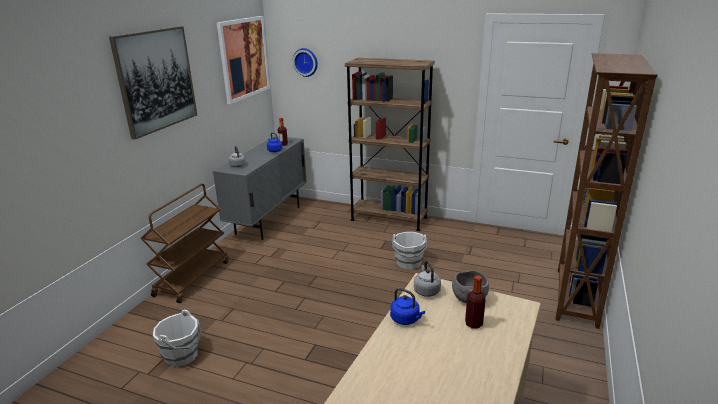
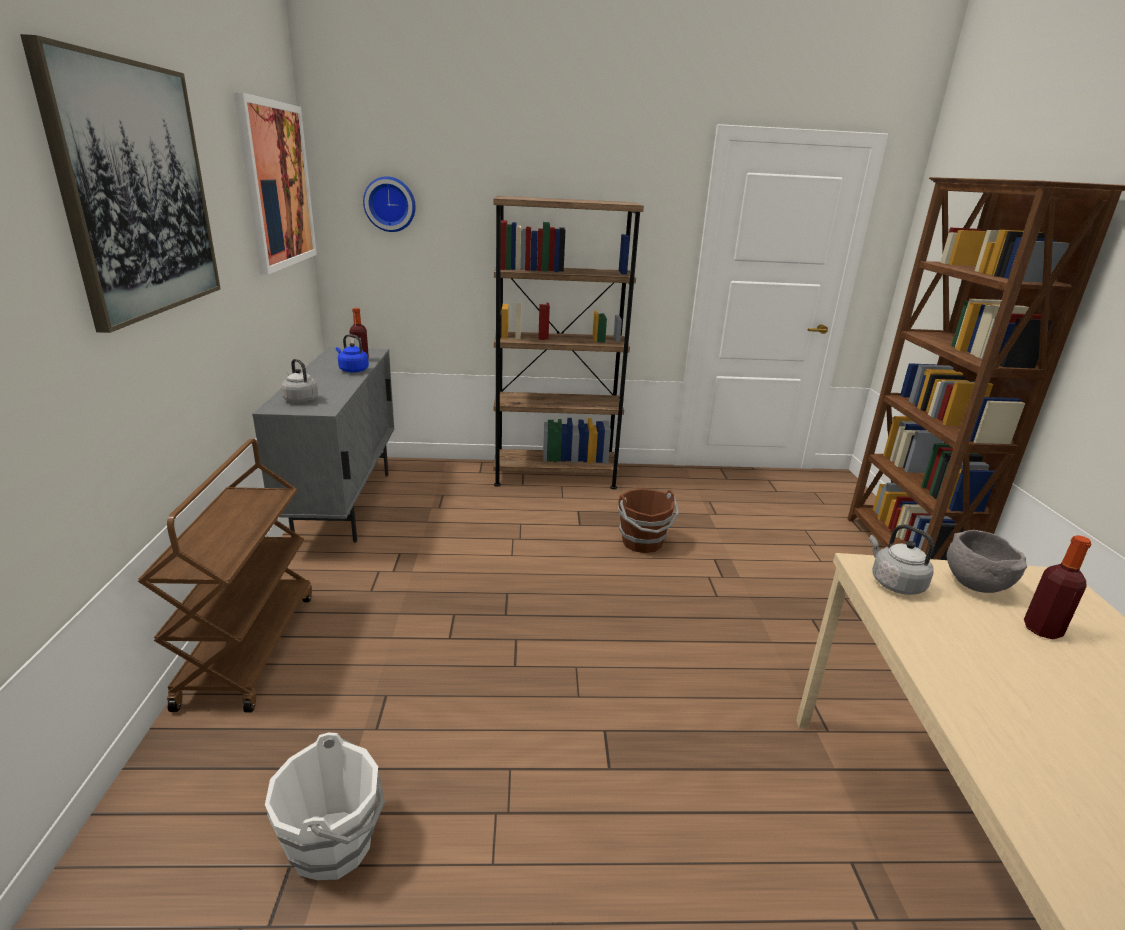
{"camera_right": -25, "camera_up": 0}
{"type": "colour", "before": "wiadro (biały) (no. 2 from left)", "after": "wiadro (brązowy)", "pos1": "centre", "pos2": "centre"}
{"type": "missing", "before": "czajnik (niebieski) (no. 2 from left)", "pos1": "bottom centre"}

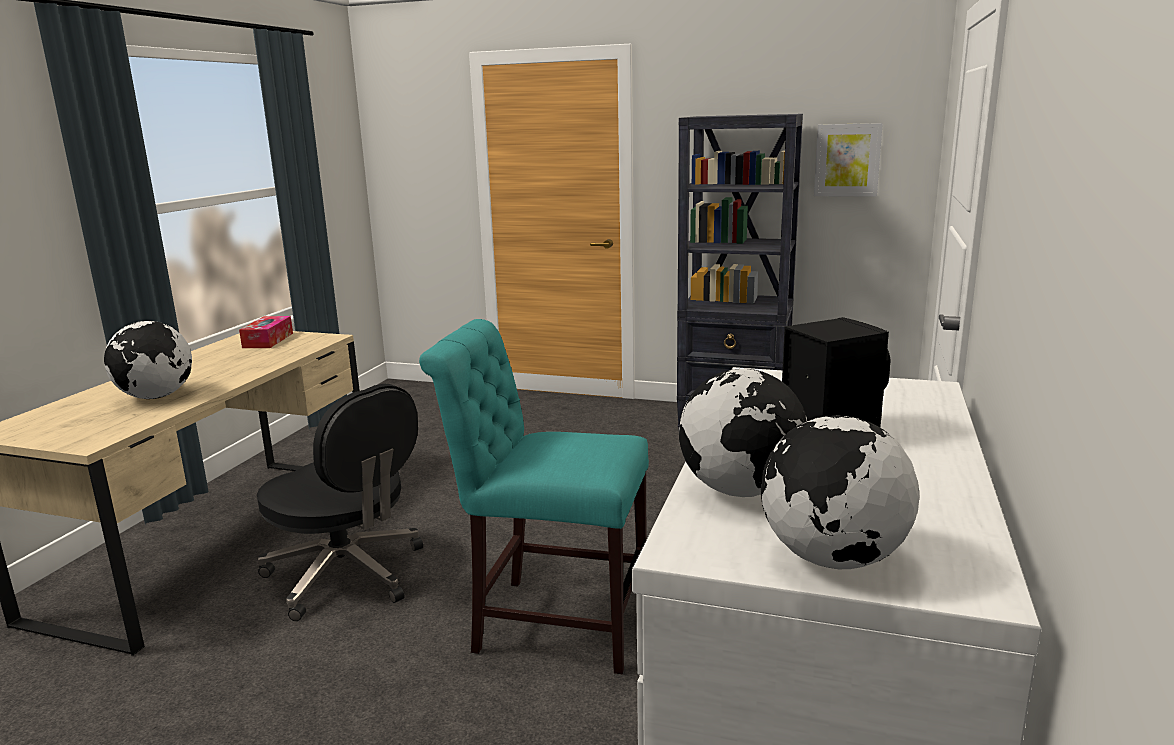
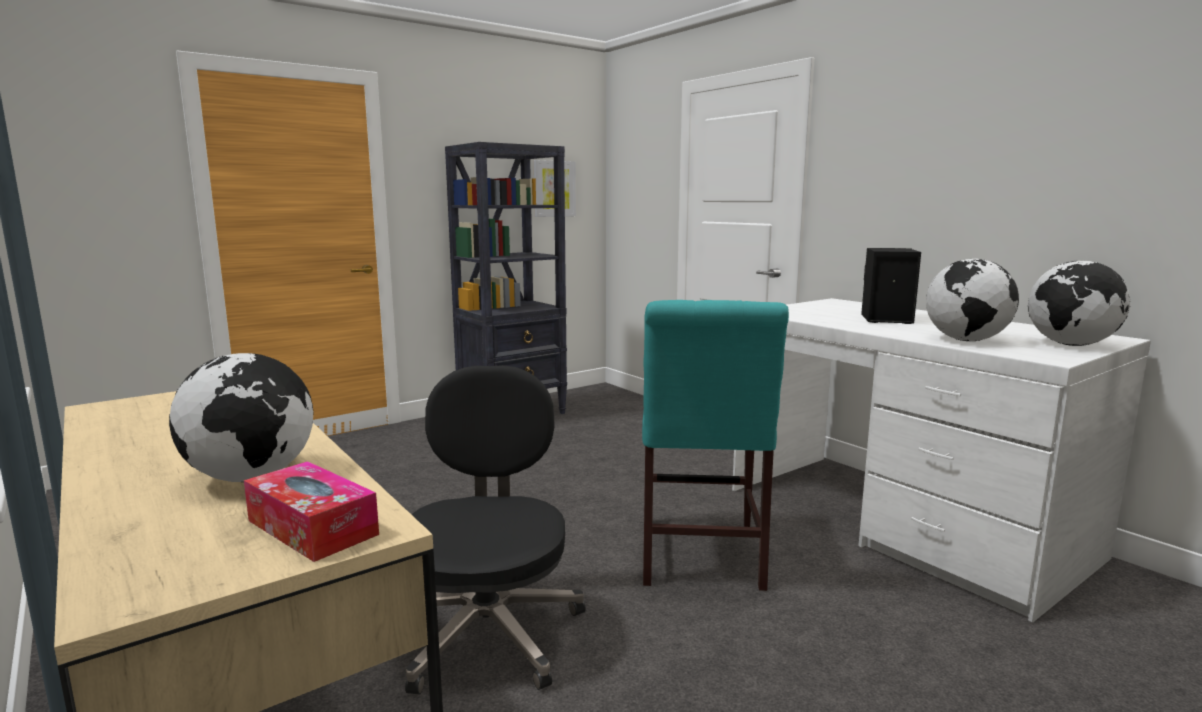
{"camera_right": -55, "camera_up": -5}
{"type": "relocated", "before": "pudełko chusteczek", "pos1": "middle left", "pos2": "bottom left"}
{"type": "spun", "before": "krzesło biurowe (czarny)", "pos1": "bottom left", "pos2": "bottom centre", "turn": -75}
{"type": "spun", "before": "krzesło (turkusowy)", "pos1": "centre", "pos2": "centre", "turn": -45}

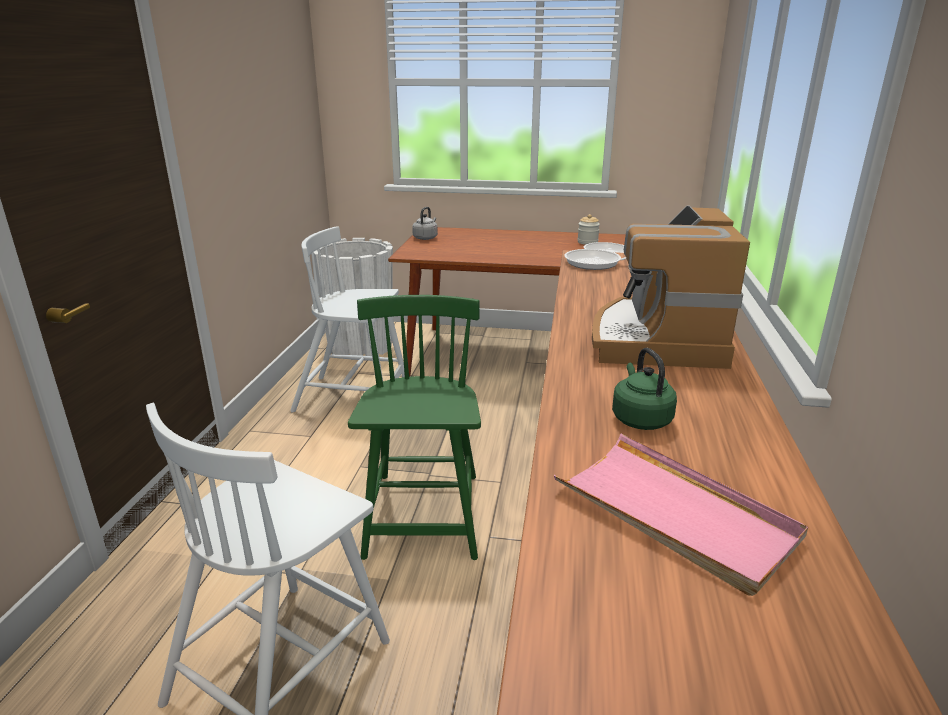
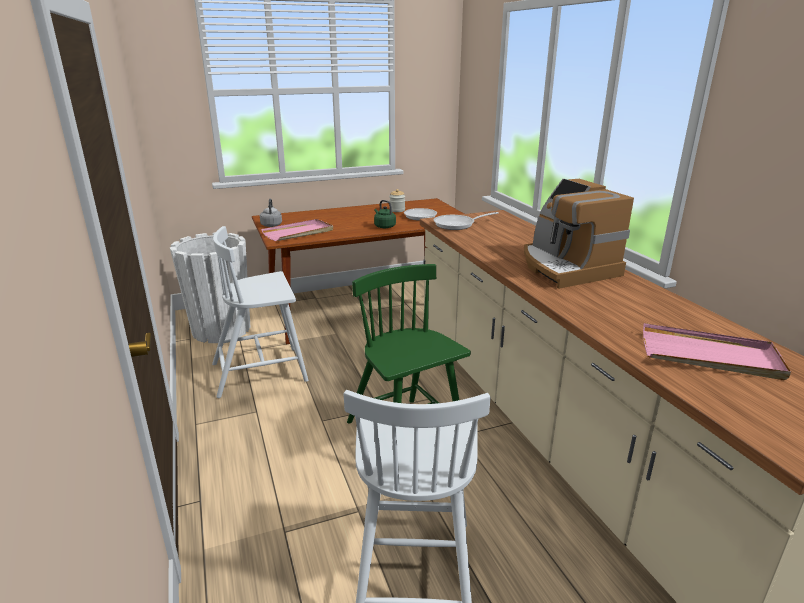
{"camera_right": -30, "camera_up": 0}
{"type": "appeared", "after": "taca (różowy) (no. 1 from left)", "pos2": "centre"}
{"type": "relocated", "before": "czajnik (zielony)", "pos1": "middle right", "pos2": "centre"}

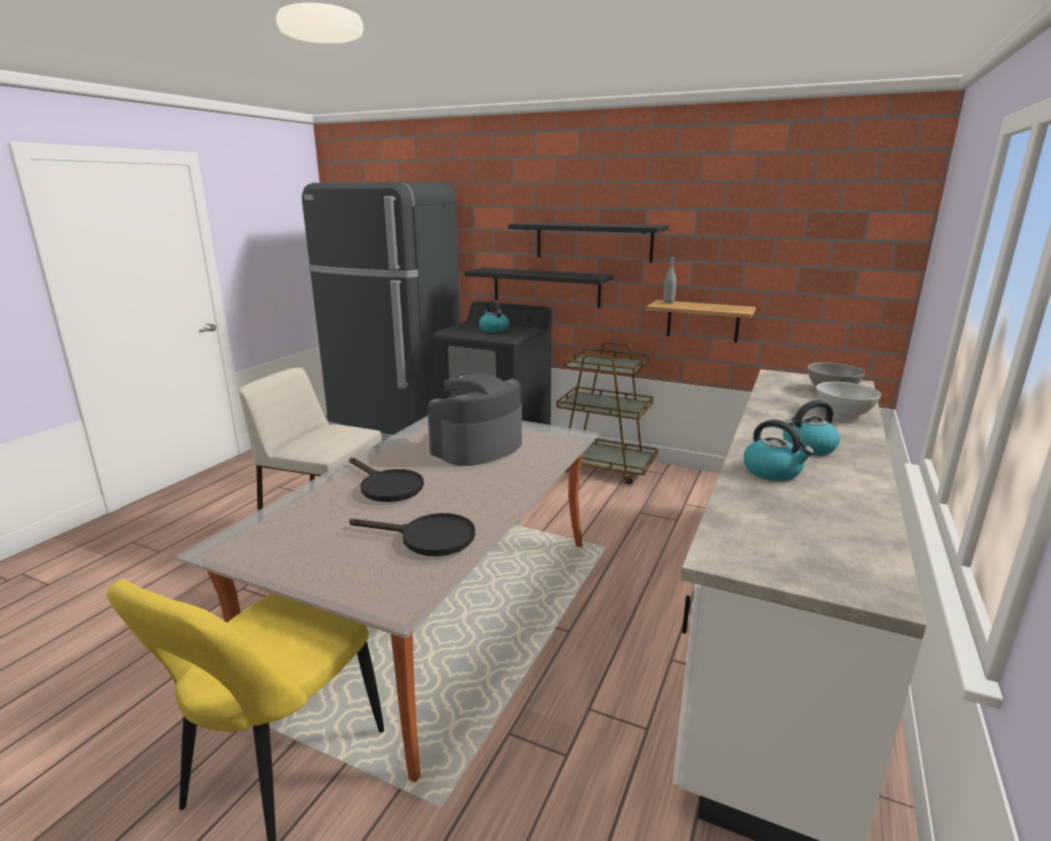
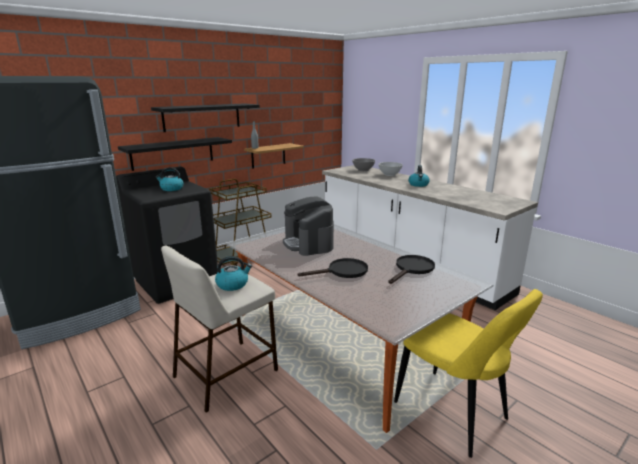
{"camera_right": -65, "camera_up": 0}
{"type": "relocated", "before": "czajnik (no. 2 from left)", "pos1": "middle right", "pos2": "centre"}

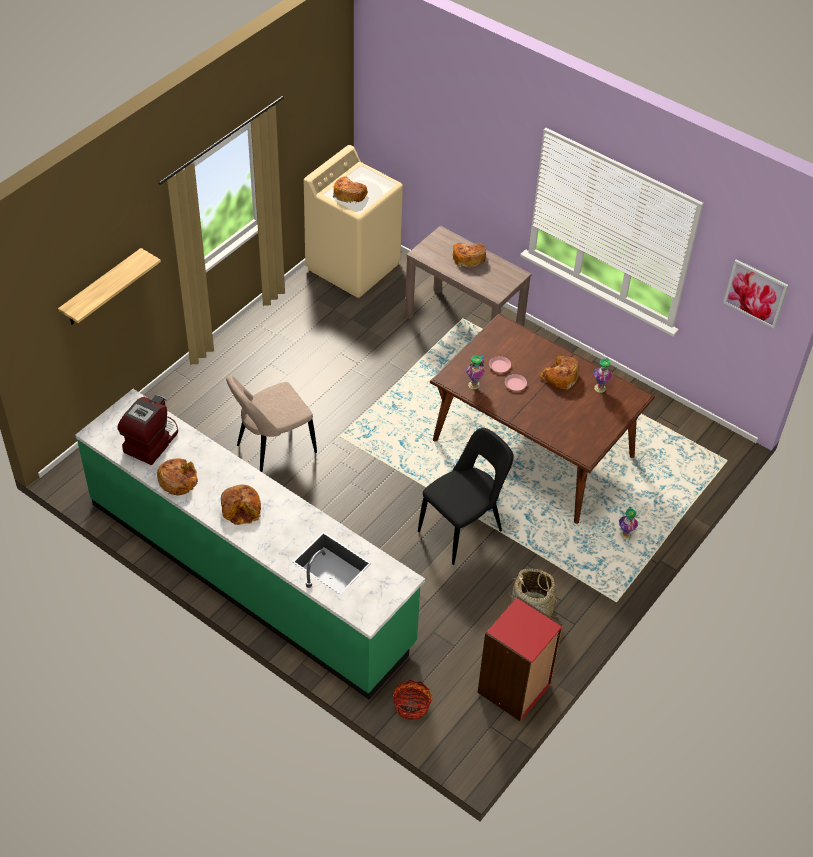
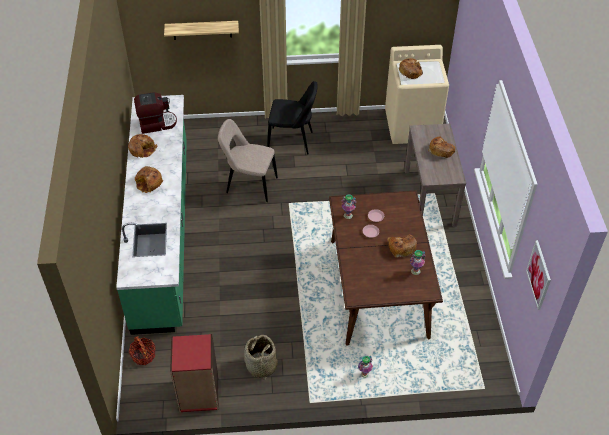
{"camera_right": 50, "camera_up": 0}
{"type": "relocated", "before": "krzesło (czarny)", "pos1": "centre", "pos2": "top centre"}

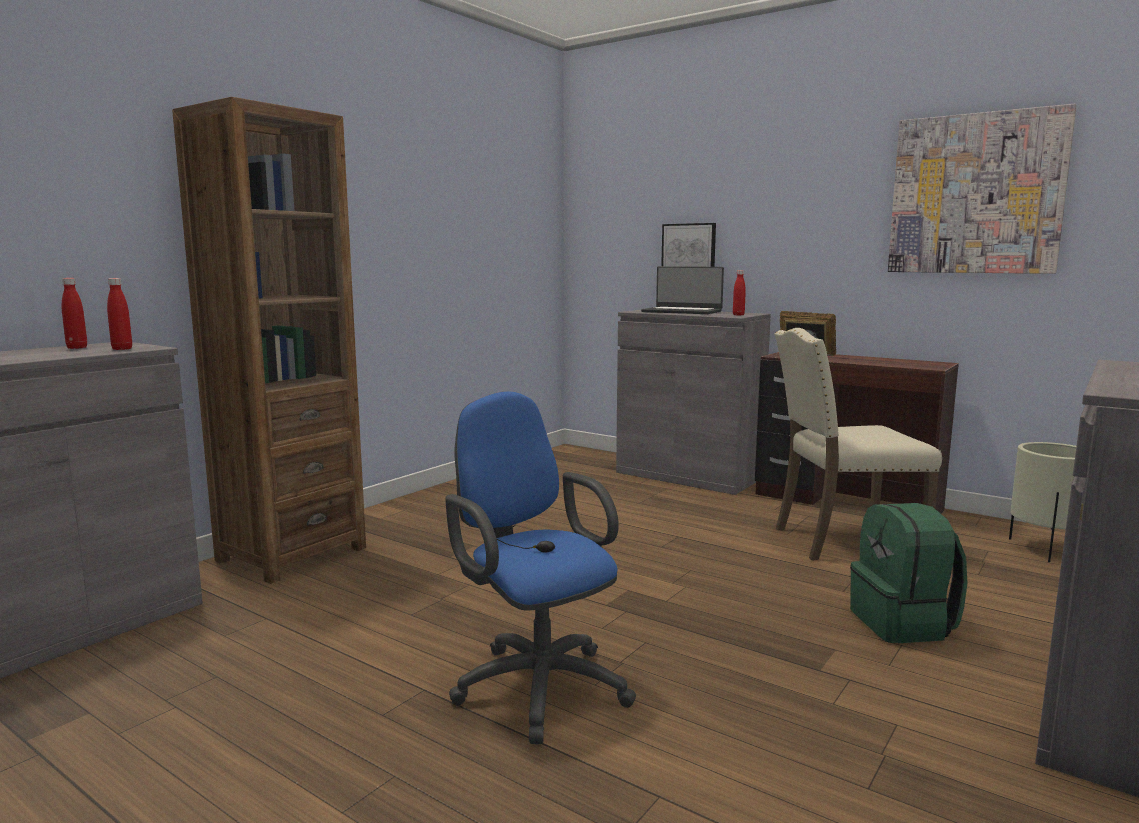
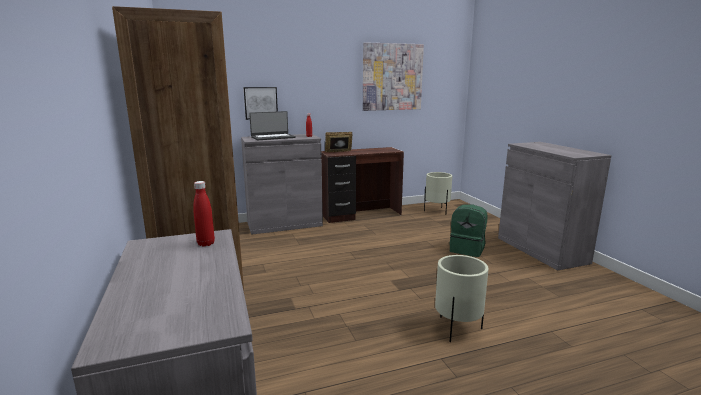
{"camera_right": -55, "camera_up": 5}
{"type": "exchanged", "before": "krzesło biurowe (niebieski)", "after": "donica (beżowy) (no. 2 from left)", "pos1": "bottom centre", "pos2": "bottom centre"}
{"type": "missing", "before": "butelka (czerwony) (no. 1 from left)", "pos1": "middle left"}
{"type": "missing", "before": "krzesło (beżowy)", "pos1": "middle right"}

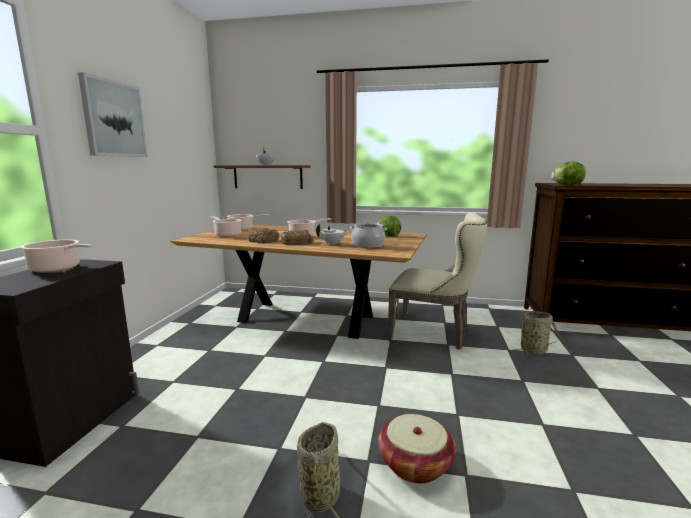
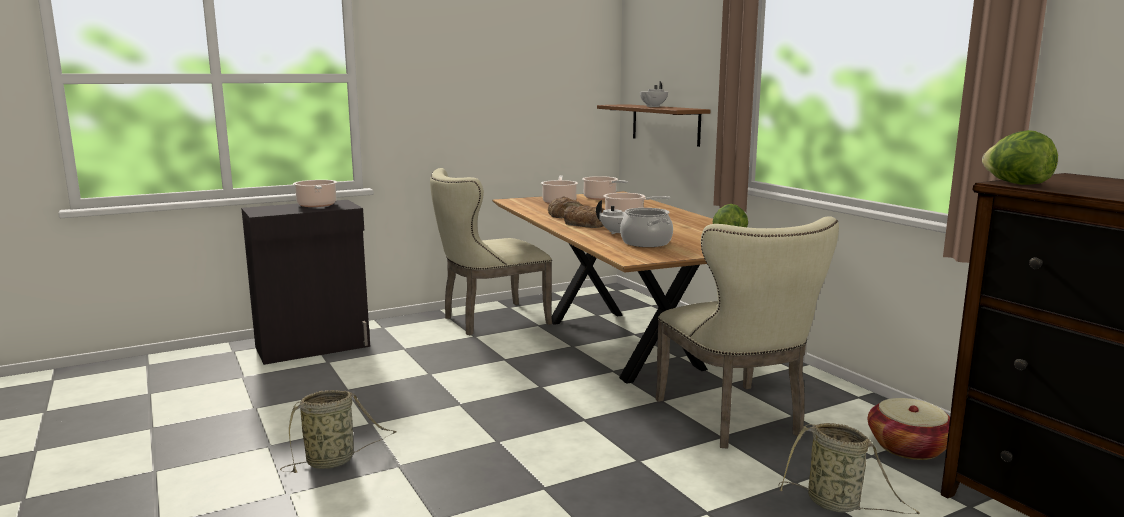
{"camera_right": 50, "camera_up": 0}
{"type": "appeared", "after": "krzesło (beżowy) (no. 1 from left)", "pos2": "centre"}
{"type": "relocated", "before": "koszyk (no. 2 from left in the first image)", "after": "koszyk (no. 3 from left)", "pos1": "bottom centre", "pos2": "bottom right"}
{"type": "missing", "before": "obraz", "pos1": "top left"}

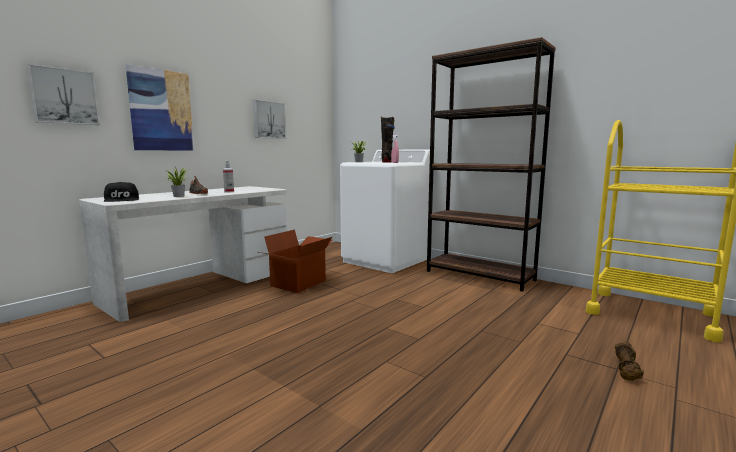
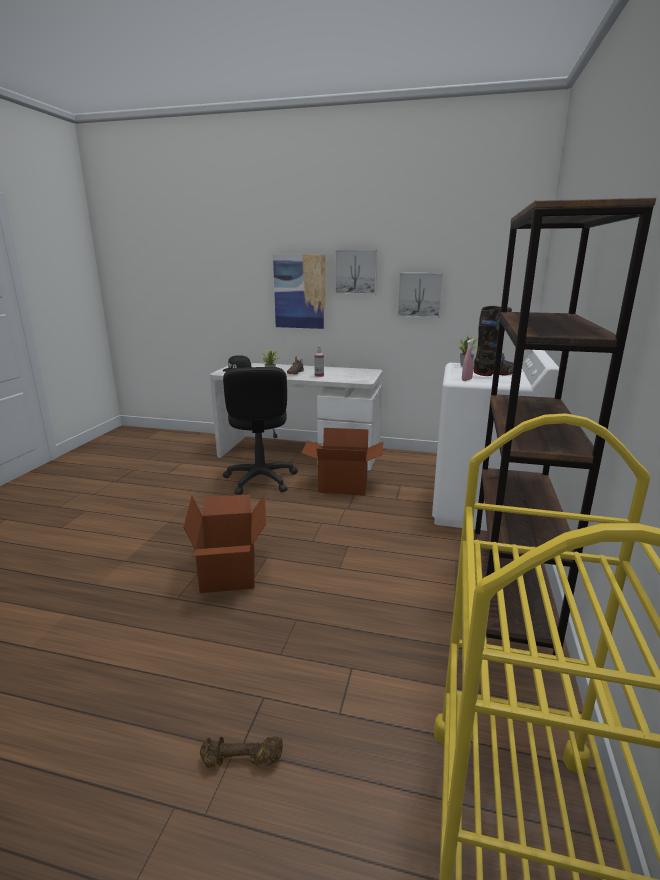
{"camera_right": 65, "camera_up": 10}
{"type": "appeared", "after": "karton (no. 1 from left)", "pos2": "centre"}
{"type": "appeared", "after": "krzesło biurowe (czarny)", "pos2": "centre"}
{"type": "relocated", "before": "obraz (no. 1 from left in the first image)", "after": "obraz (no. 2 from left)", "pos1": "top left", "pos2": "top centre"}

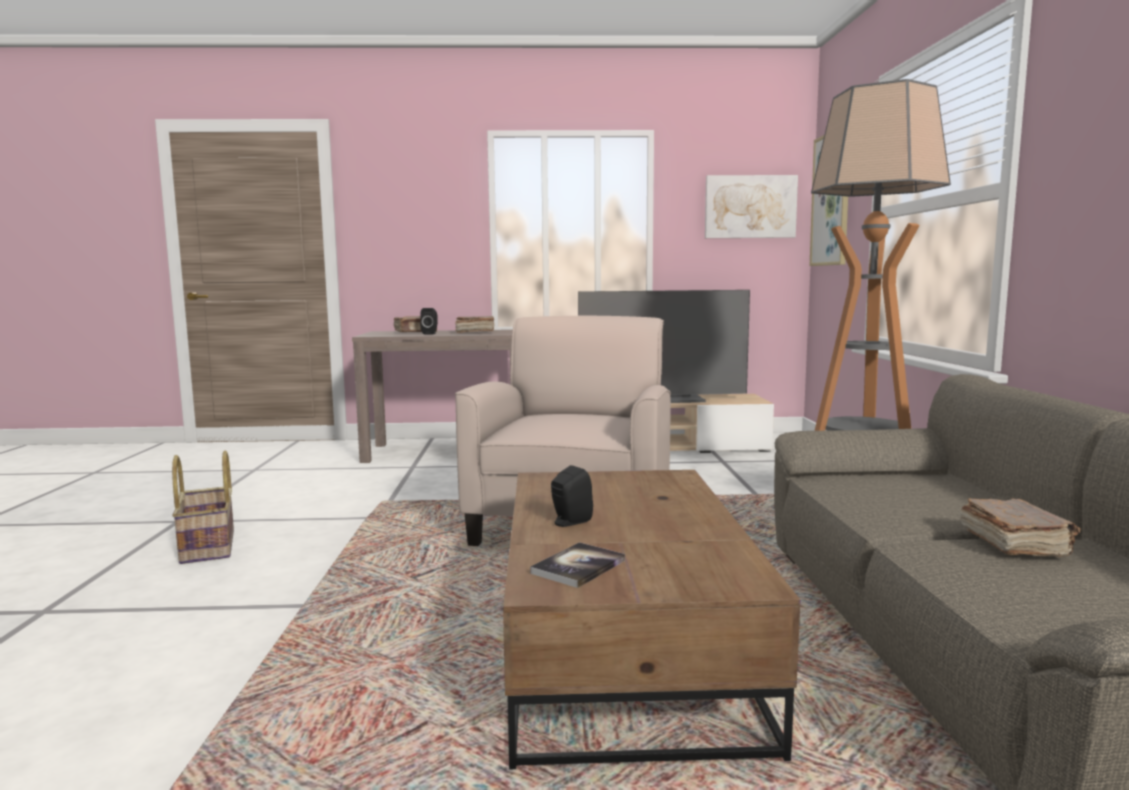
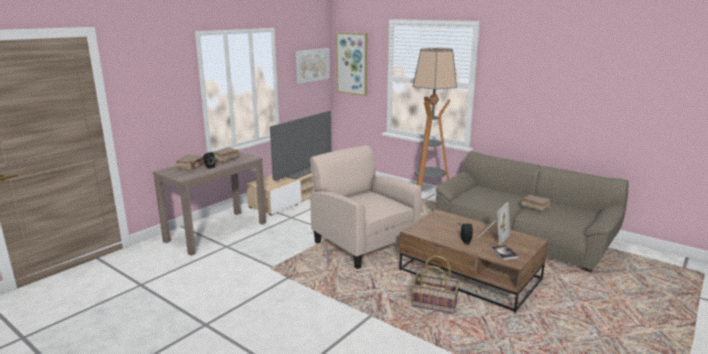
{"camera_right": -50, "camera_up": 10}
{"type": "relocated", "before": "koszyk", "pos1": "middle left", "pos2": "bottom centre"}
{"type": "appeared", "after": "ramka na zdjęcie", "pos2": "middle right"}

